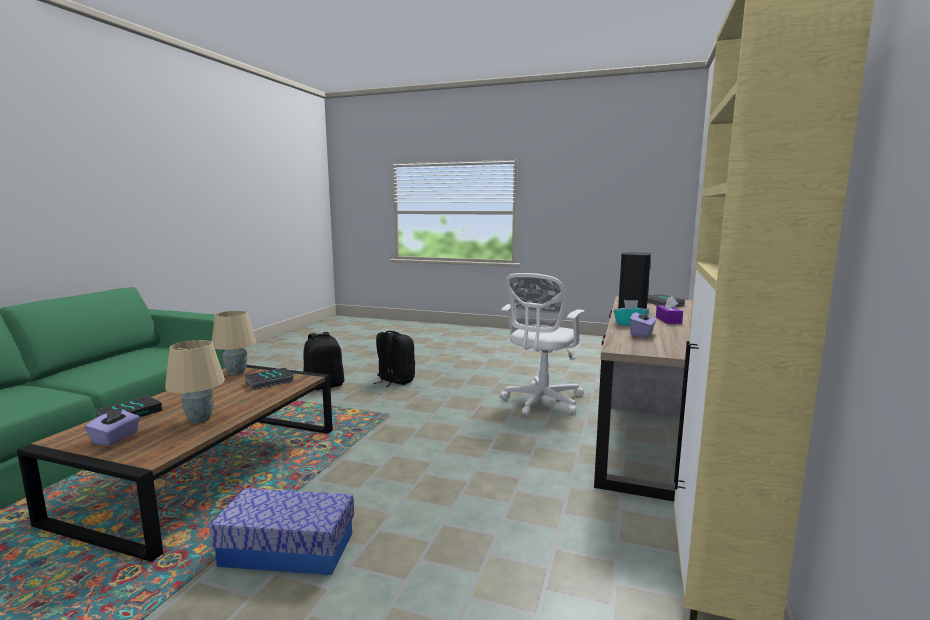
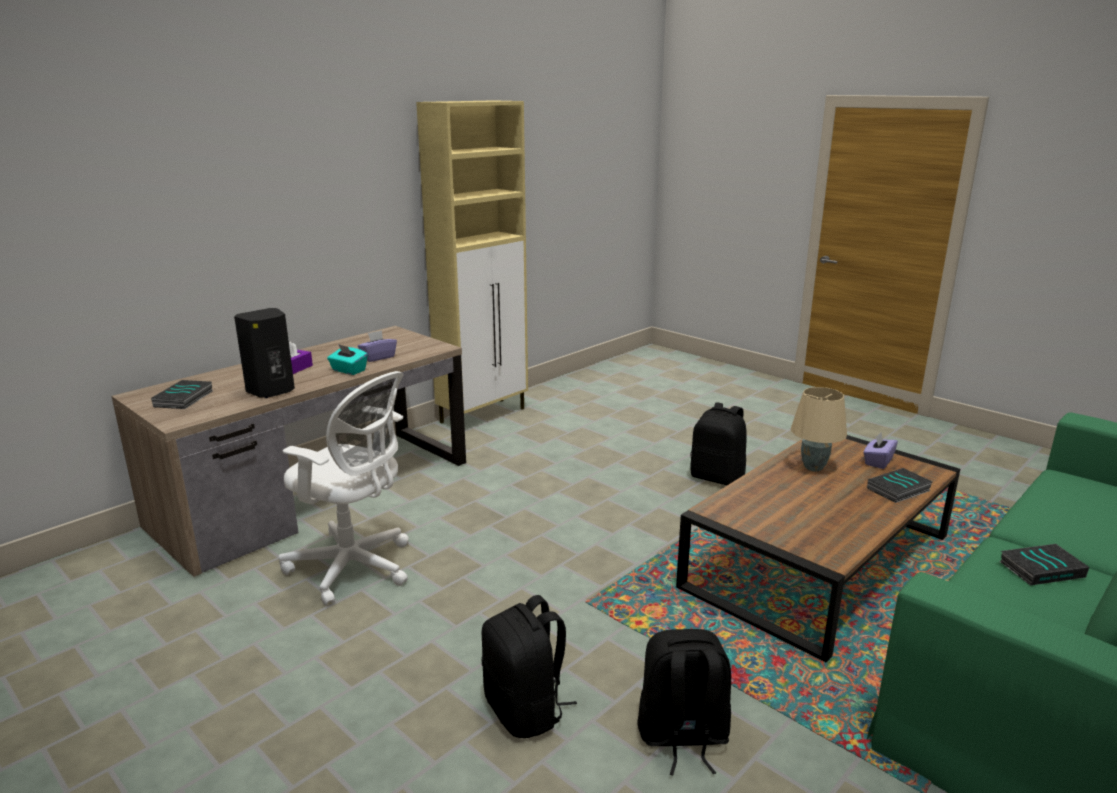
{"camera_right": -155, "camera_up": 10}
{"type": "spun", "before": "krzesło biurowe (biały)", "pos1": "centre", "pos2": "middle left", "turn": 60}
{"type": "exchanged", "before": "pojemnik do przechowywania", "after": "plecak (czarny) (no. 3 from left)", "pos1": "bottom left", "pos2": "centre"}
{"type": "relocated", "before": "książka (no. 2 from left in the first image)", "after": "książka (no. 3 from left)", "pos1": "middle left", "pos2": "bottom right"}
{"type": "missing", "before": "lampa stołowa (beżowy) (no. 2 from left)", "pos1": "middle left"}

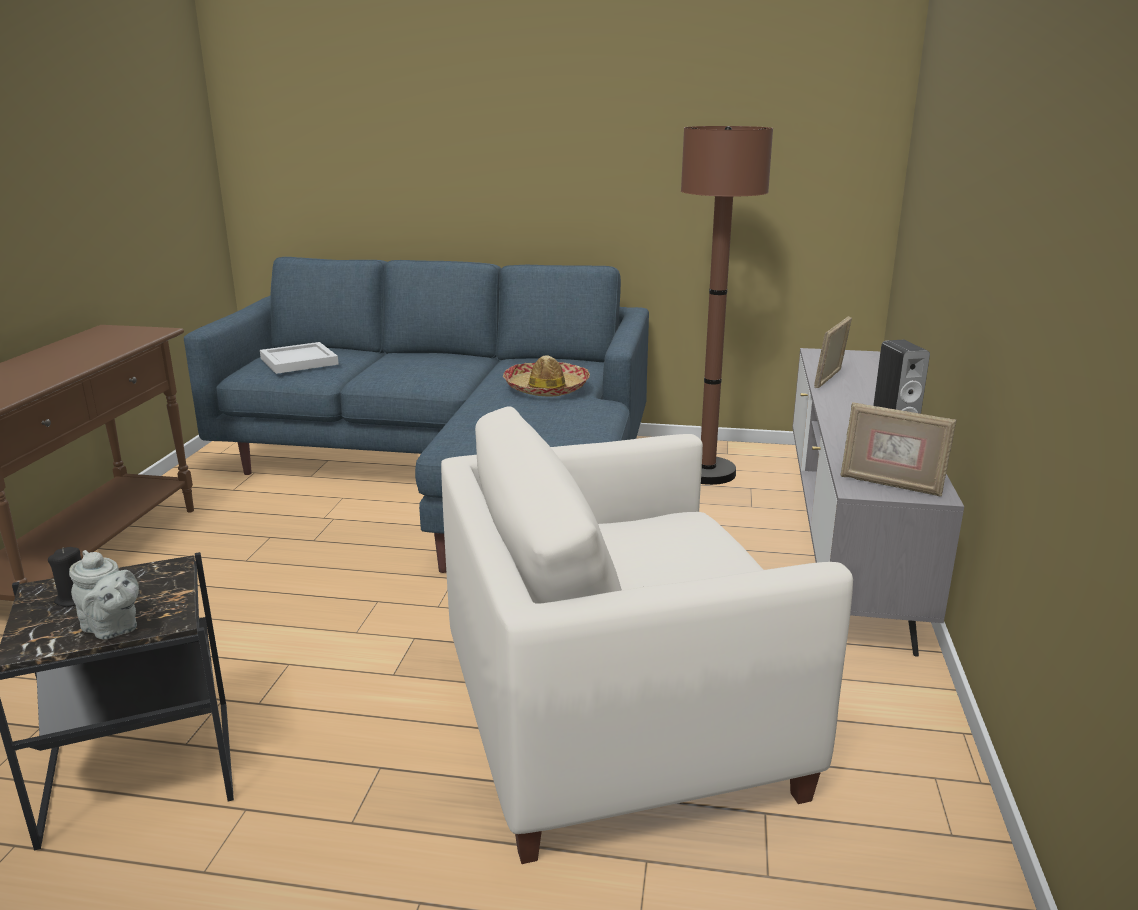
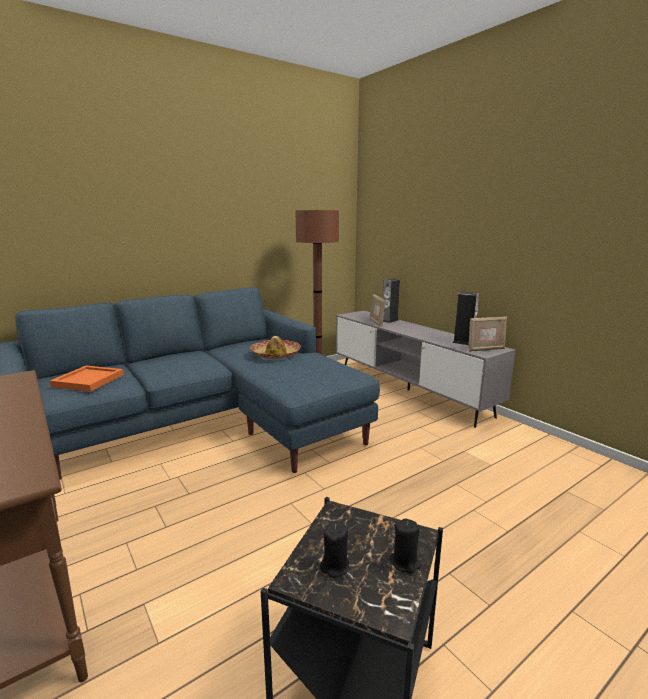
{"camera_right": -45, "camera_up": -5}
{"type": "colour", "before": "taca (biały)", "after": "taca (pomarańczowy)", "pos1": "middle left", "pos2": "middle left"}
{"type": "appeared", "after": "głośnik (no. 1 from left)", "pos2": "centre"}
{"type": "exchanged", "before": "imbryk (szary)", "after": "świeca (czarny) (no. 2 from left)", "pos1": "middle left", "pos2": "bottom centre"}
{"type": "missing", "before": "fotel (biały)", "pos1": "bottom centre"}

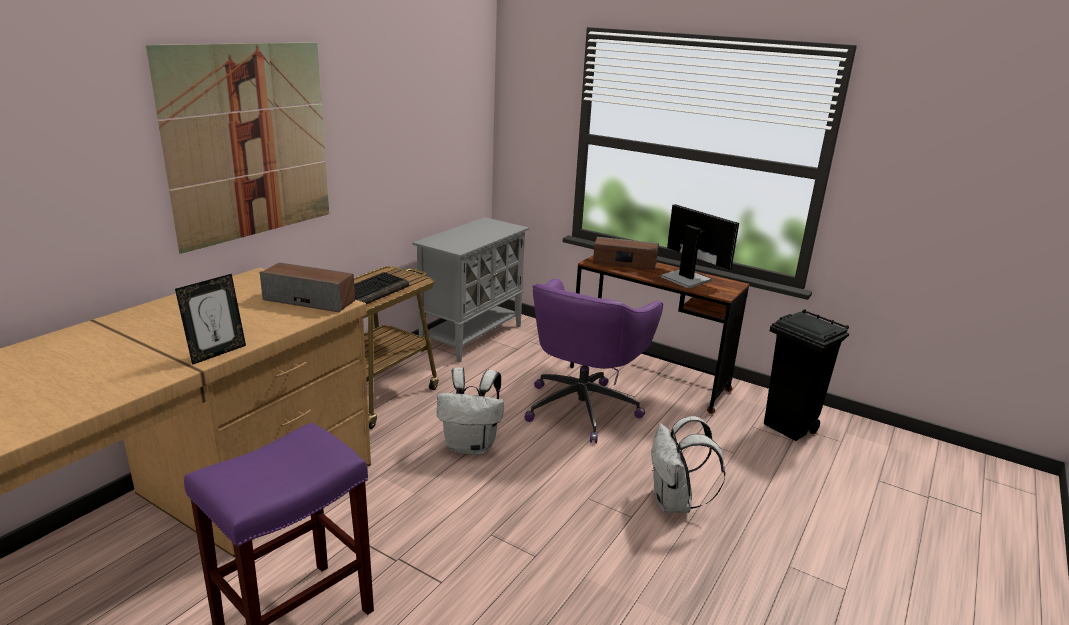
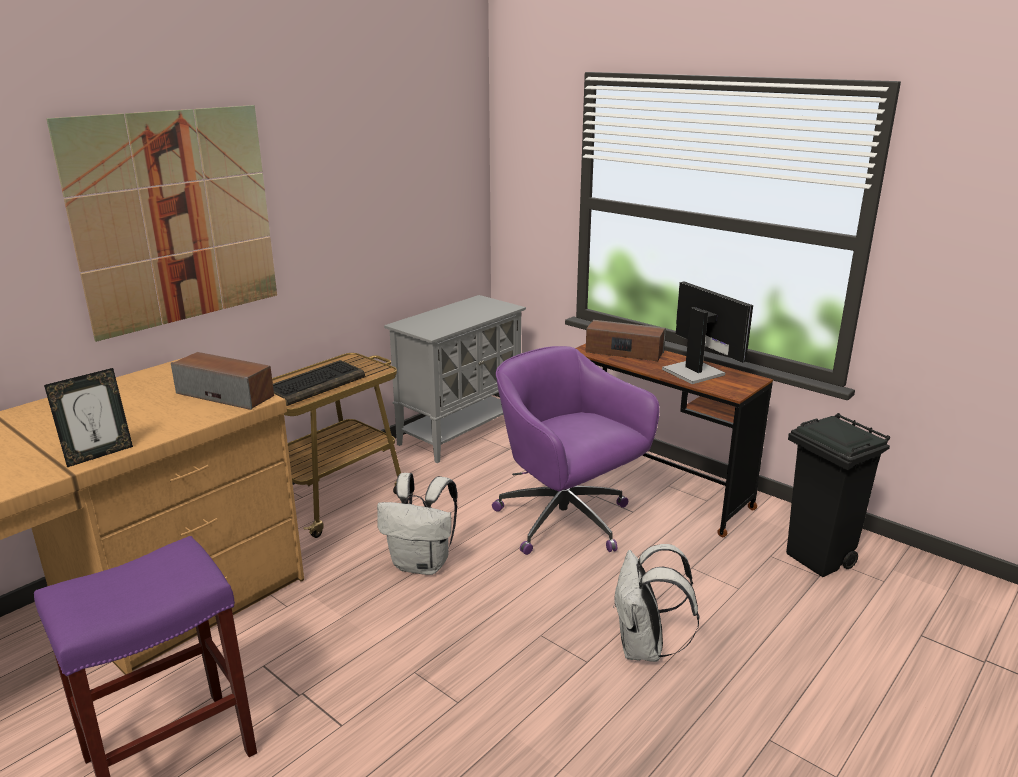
{"camera_right": 10, "camera_up": 0}
{"type": "spun", "before": "krzesło biurowe (fioletowy)", "pos1": "centre", "pos2": "centre", "turn": 105}

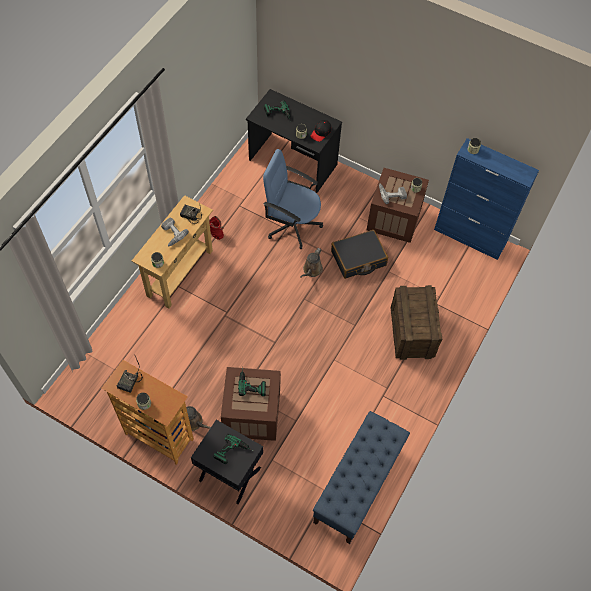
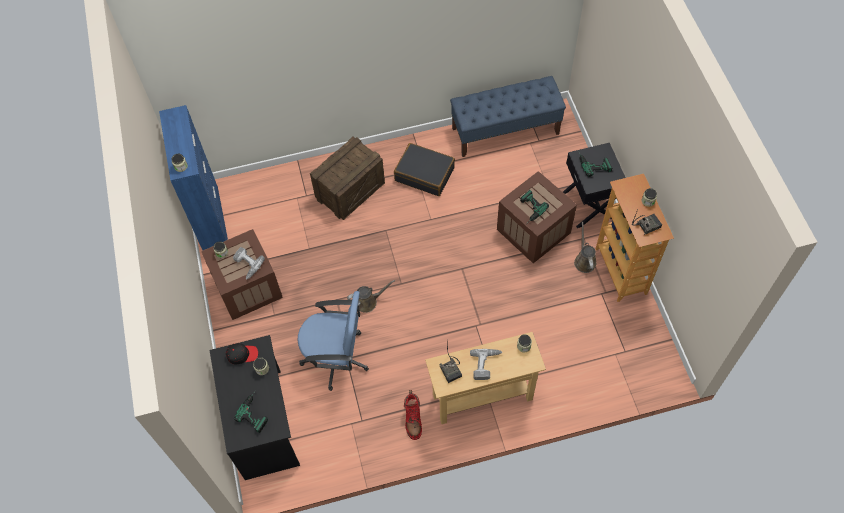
{"camera_right": -130, "camera_up": 0}
{"type": "spun", "before": "krzesło biurowe (niebieski)", "pos1": "centre", "pos2": "centre", "turn": -60}
{"type": "relocated", "before": "walizka (czarny)", "pos1": "centre", "pos2": "top centre"}

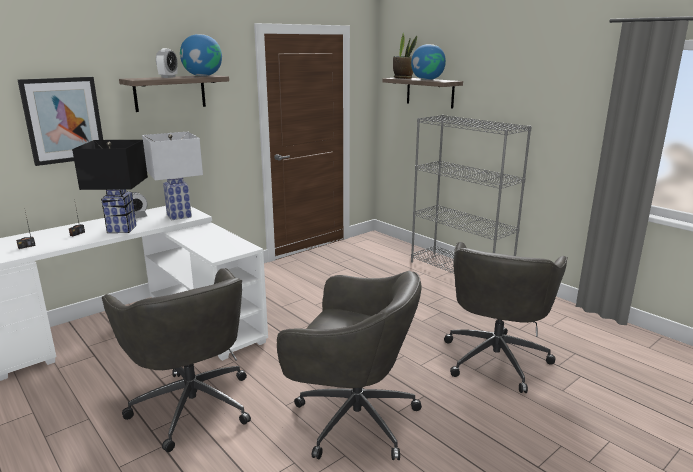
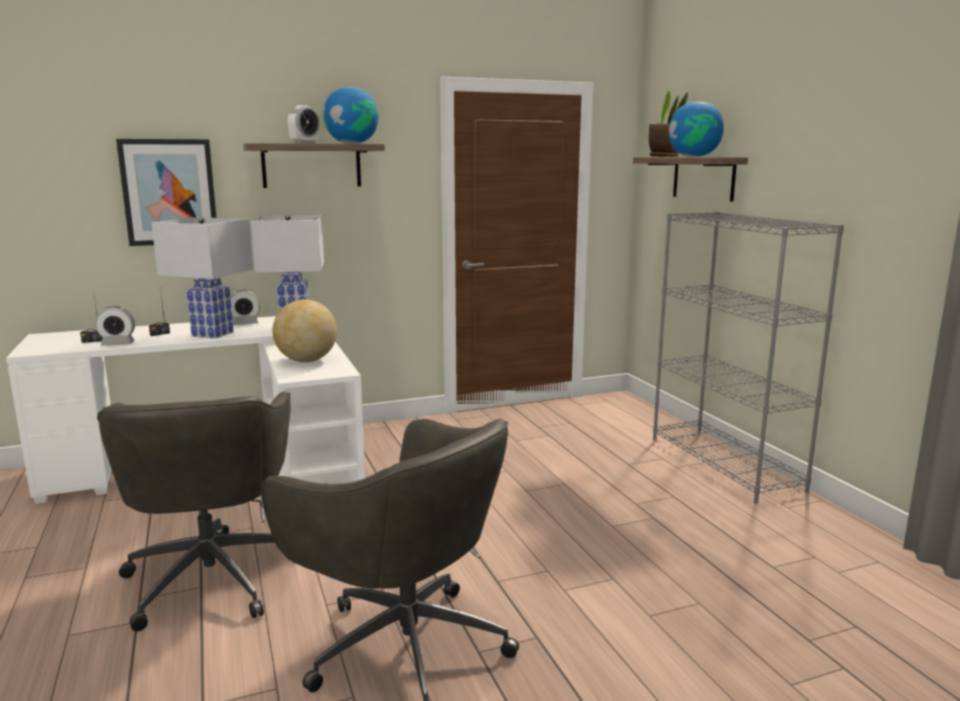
{"camera_right": 20, "camera_up": -5}
{"type": "appeared", "after": "budzik (no. 1 from left)", "pos2": "middle left"}
{"type": "colour", "before": "lampa stołowa (czarny)", "after": "lampa stołowa (biały) (no. 1 from left)", "pos1": "middle left", "pos2": "middle left"}
{"type": "appeared", "after": "globus (no. 1 from left)", "pos2": "middle left"}
{"type": "missing", "before": "krzesło biurowe (szary) (no. 3 from left)", "pos1": "bottom right"}

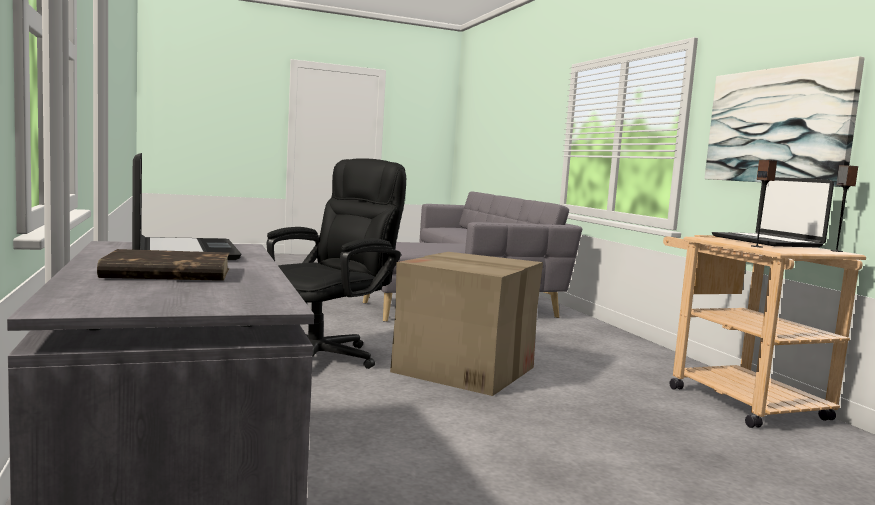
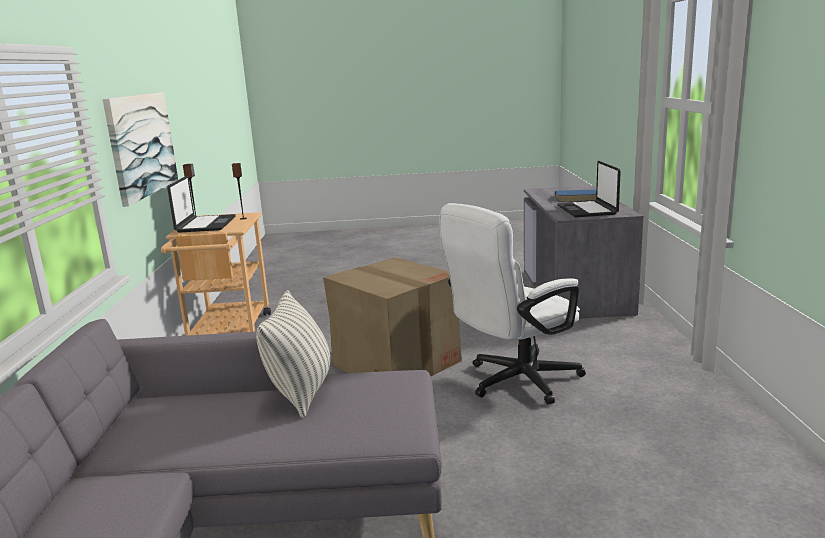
{"camera_right": -160, "camera_up": 10}
{"type": "appeared", "after": "poduszka", "pos2": "centre"}
{"type": "colour", "before": "krzesło biurowe (czarny)", "after": "krzesło biurowe (biały)", "pos1": "centre", "pos2": "centre"}
{"type": "colour", "before": "książka (brązowy)", "after": "książka (niebieski)", "pos1": "middle left", "pos2": "middle right"}

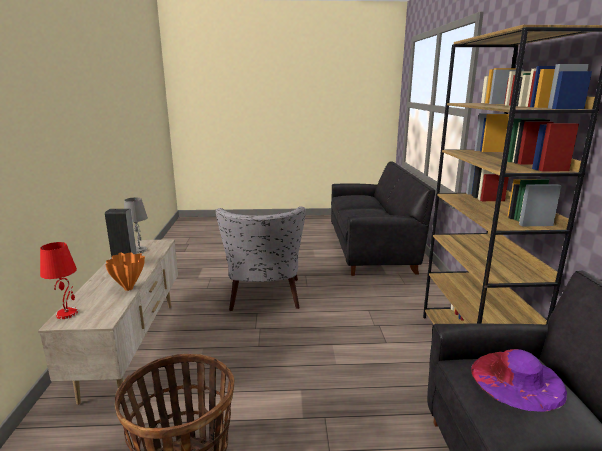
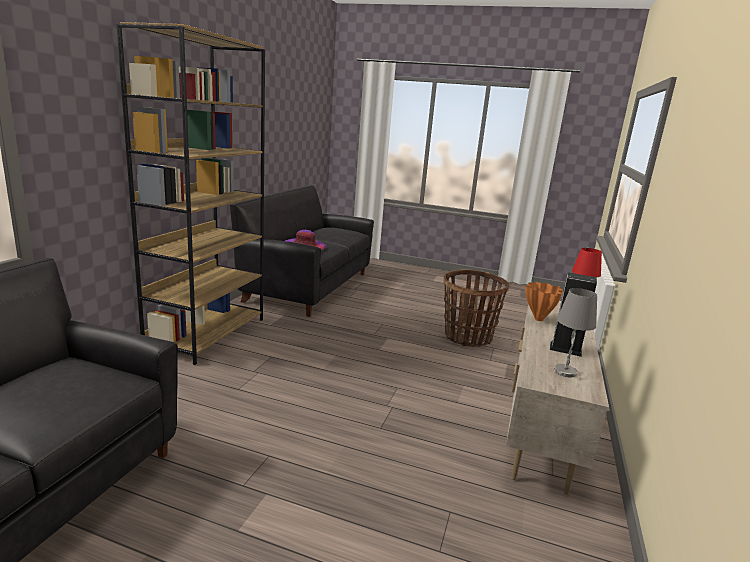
{"camera_right": -160, "camera_up": 0}
{"type": "missing", "before": "fotel (szary)", "pos1": "centre"}

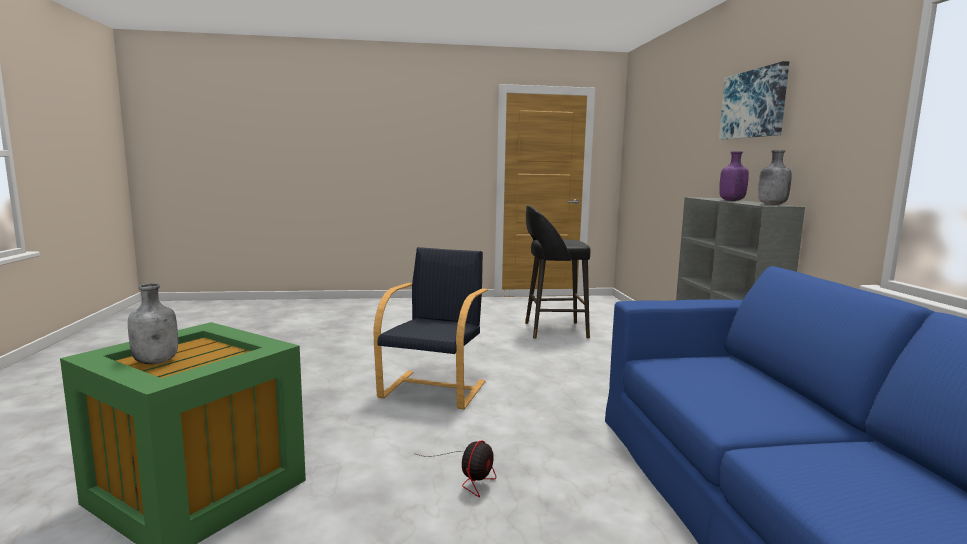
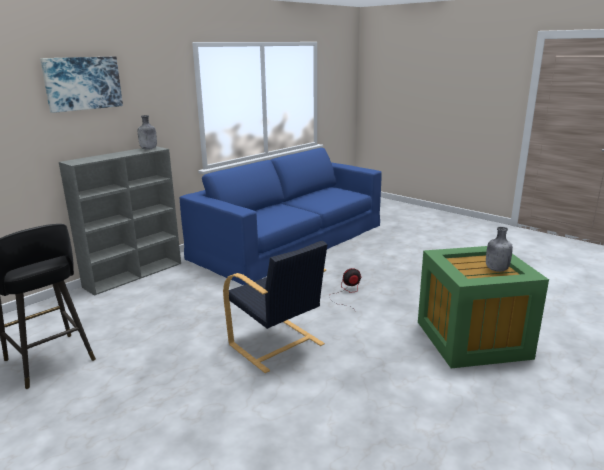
{"camera_right": -130, "camera_up": 10}
{"type": "spun", "before": "fotel (czarny)", "pos1": "centre", "pos2": "centre", "turn": -105}
{"type": "missing", "before": "butelka (fioletowy)", "pos1": "top right"}

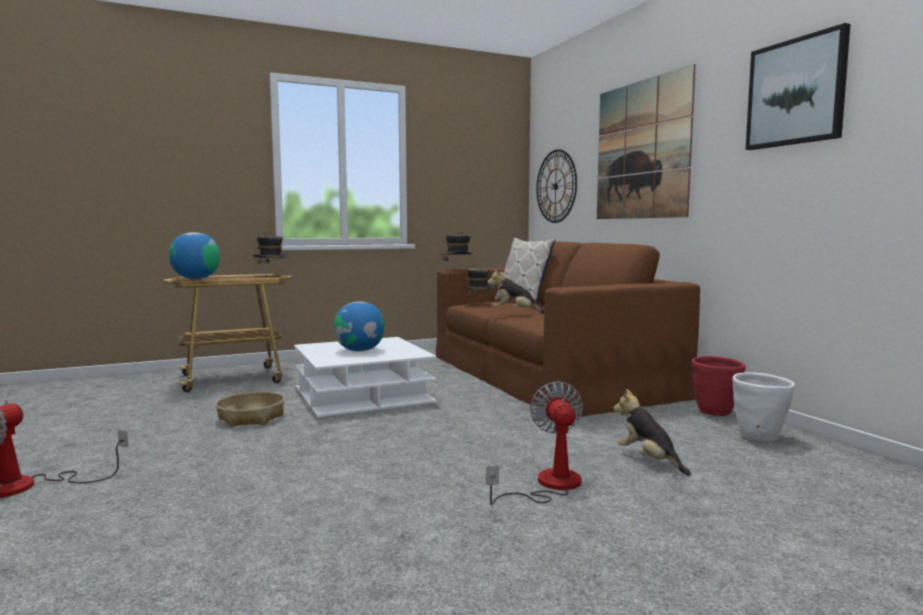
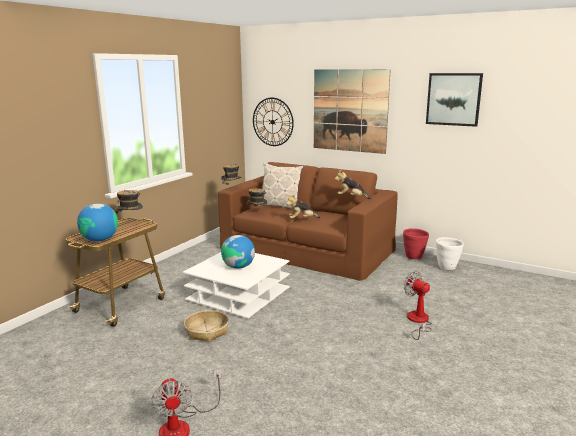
{"camera_right": -35, "camera_up": 10}
{"type": "relocated", "before": "pluszak (no. 2 from left)", "pos1": "bottom right", "pos2": "centre"}

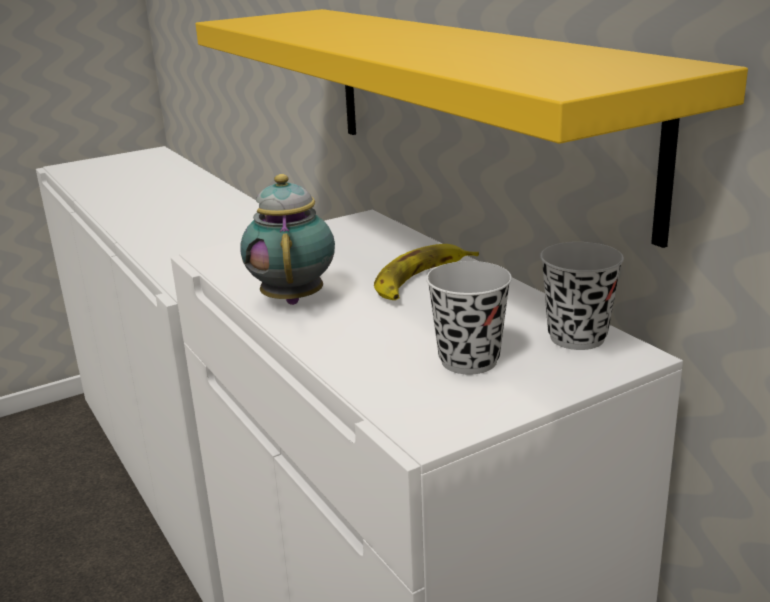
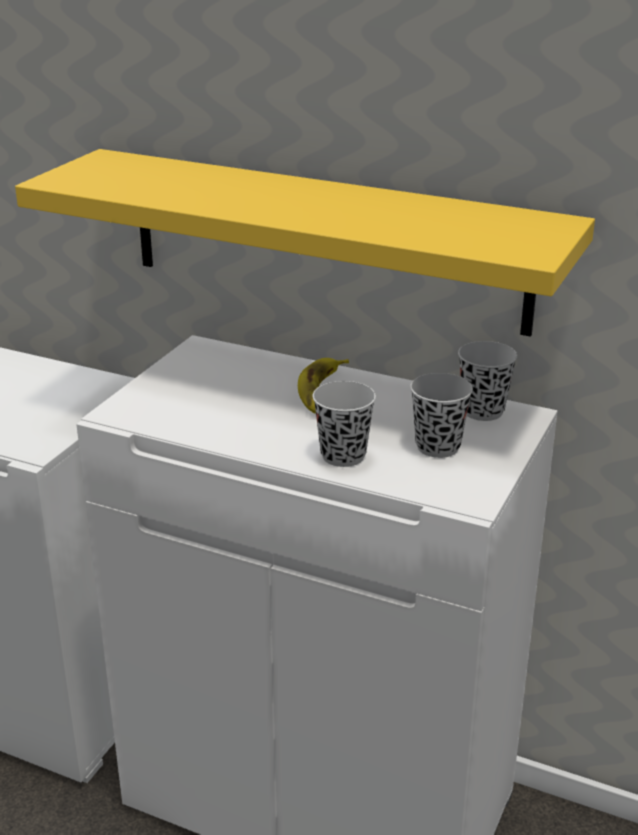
{"camera_right": -35, "camera_up": 5}
{"type": "appeared", "after": "filiżanka (czarny) (no. 1 from left)", "pos2": "centre"}
{"type": "missing", "before": "imbryk", "pos1": "centre"}

